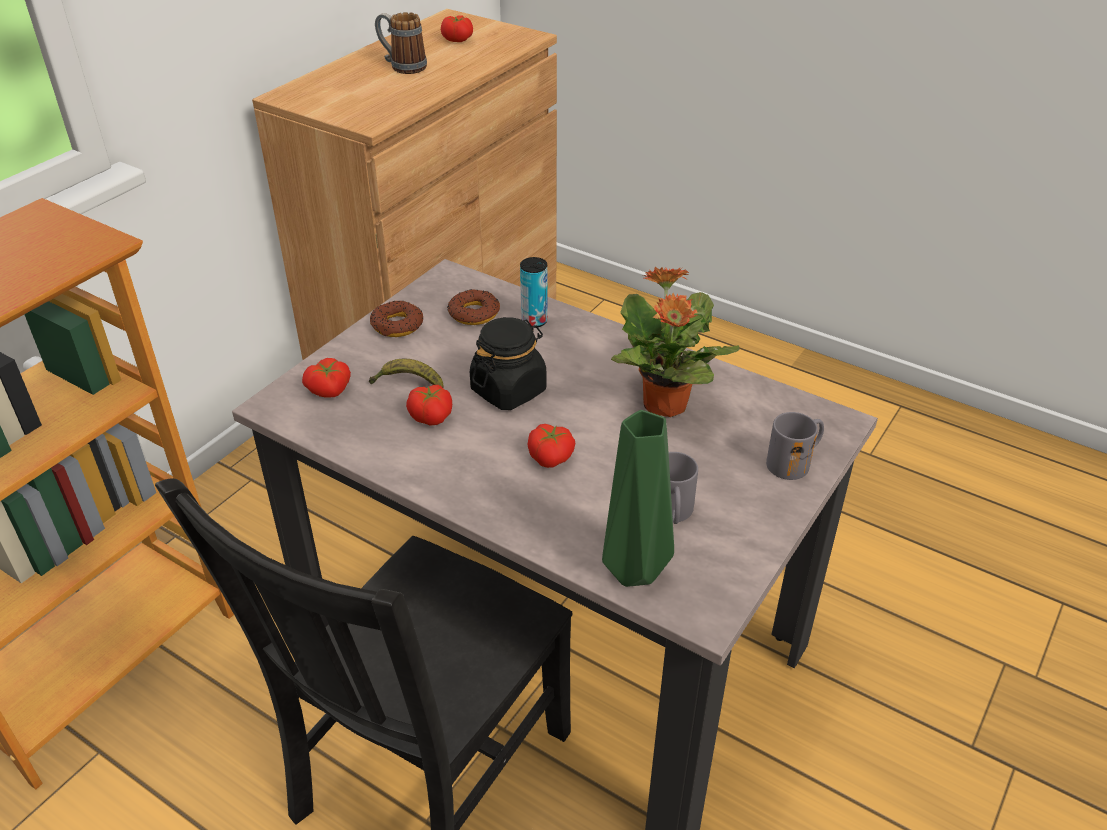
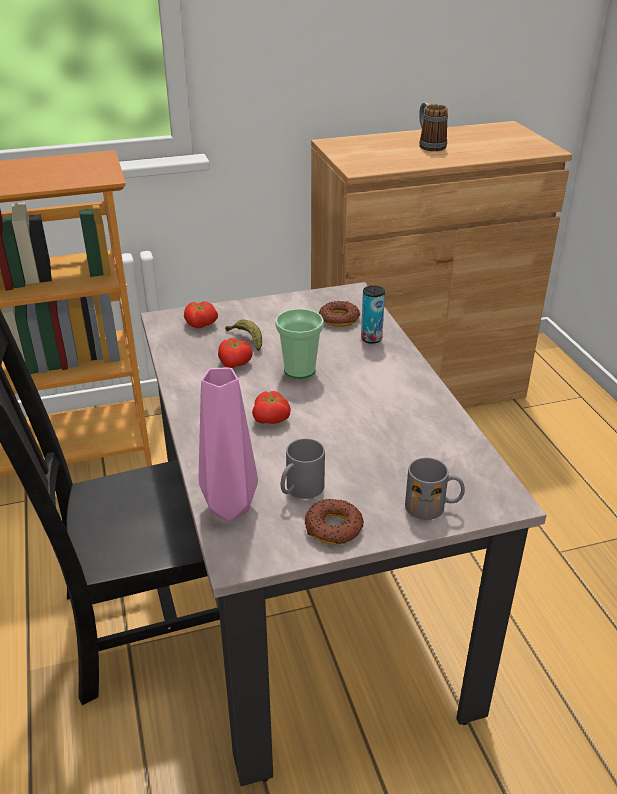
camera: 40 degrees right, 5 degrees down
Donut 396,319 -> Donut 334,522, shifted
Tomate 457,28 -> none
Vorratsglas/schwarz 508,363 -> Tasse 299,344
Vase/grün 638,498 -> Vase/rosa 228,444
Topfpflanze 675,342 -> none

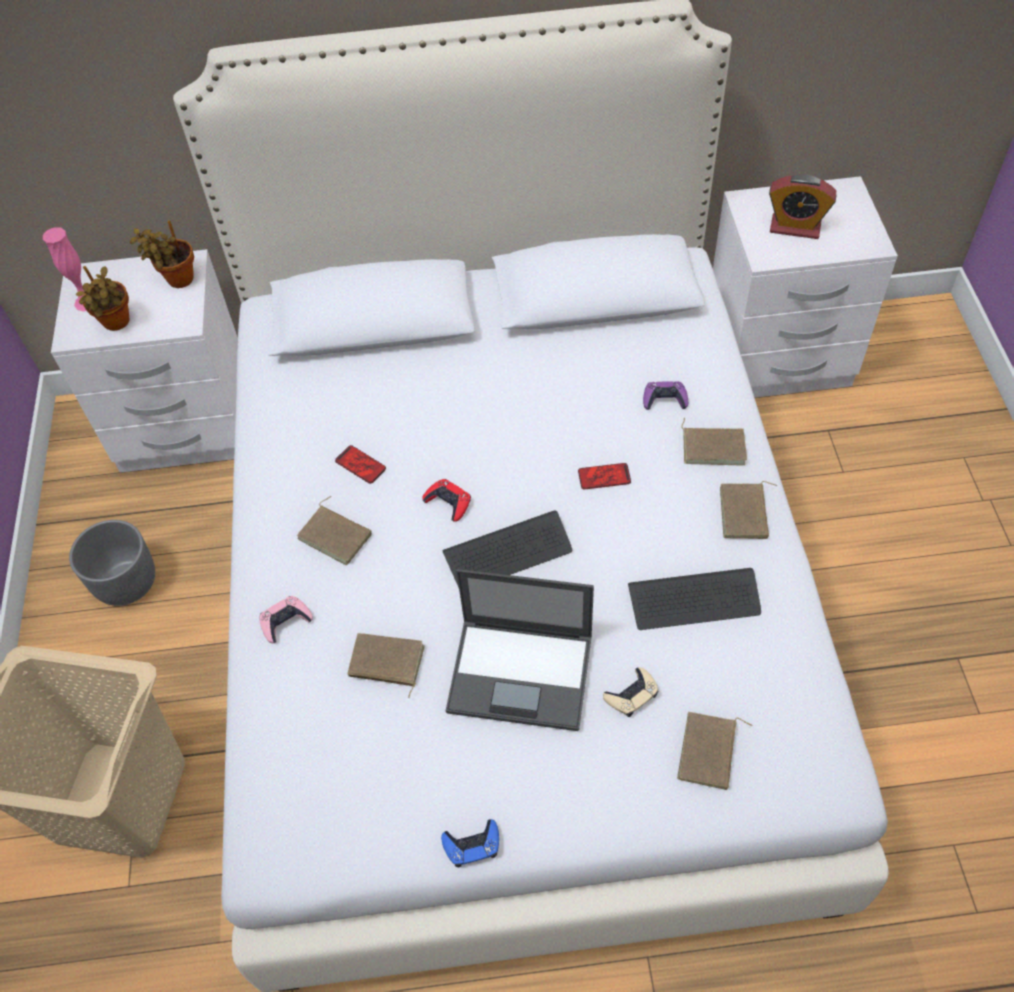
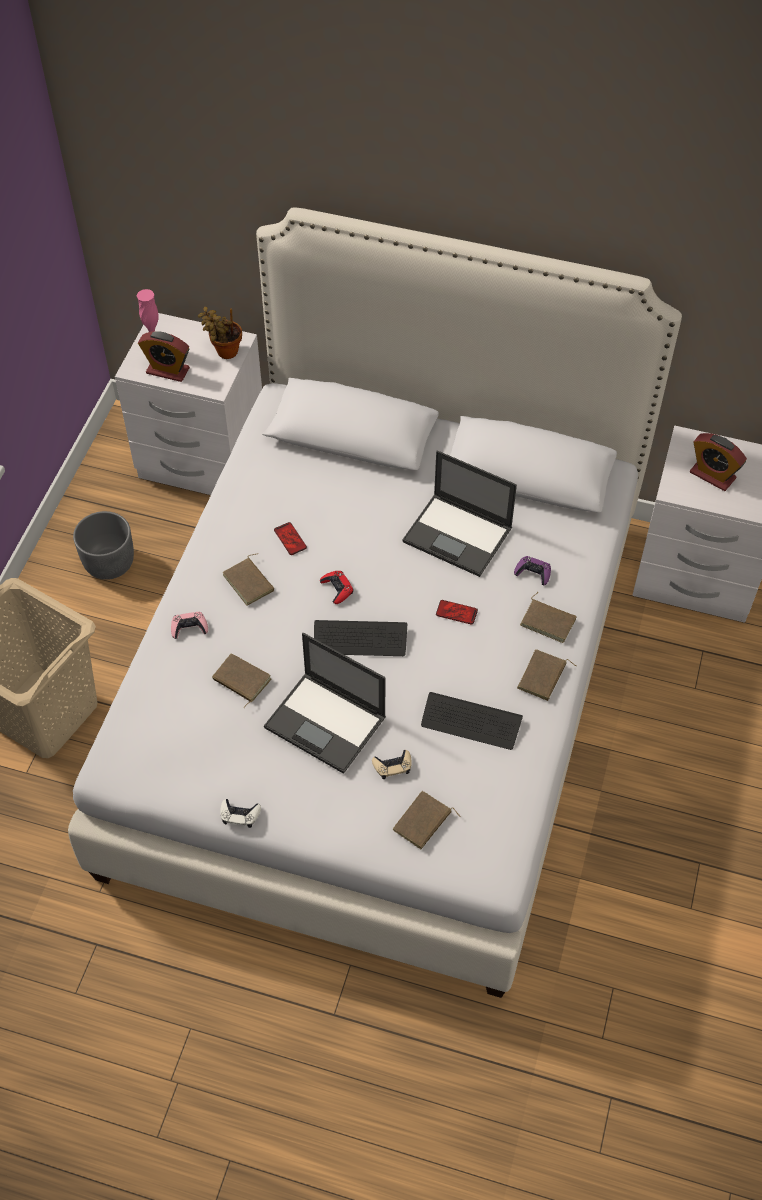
camera: 20 degrees right, 0 degrees up
Topfpflanze 102,298 -> Wecker 164,356
Gamepad/blau 470,843 -> Gamepad/weiß 240,813
none -> Laptop 459,513

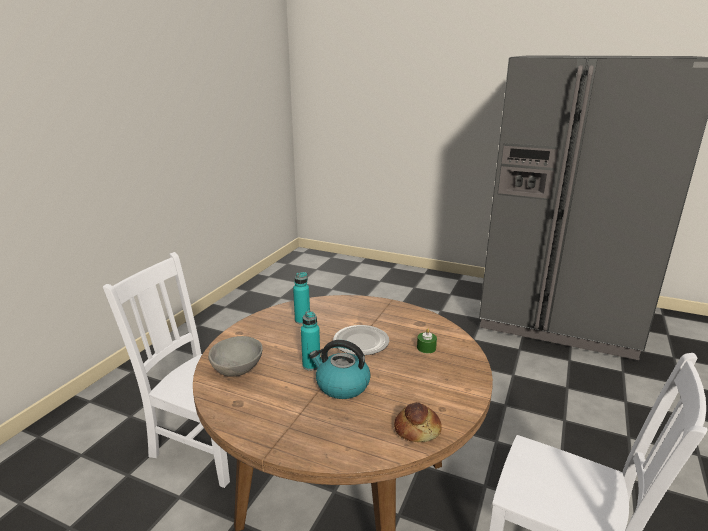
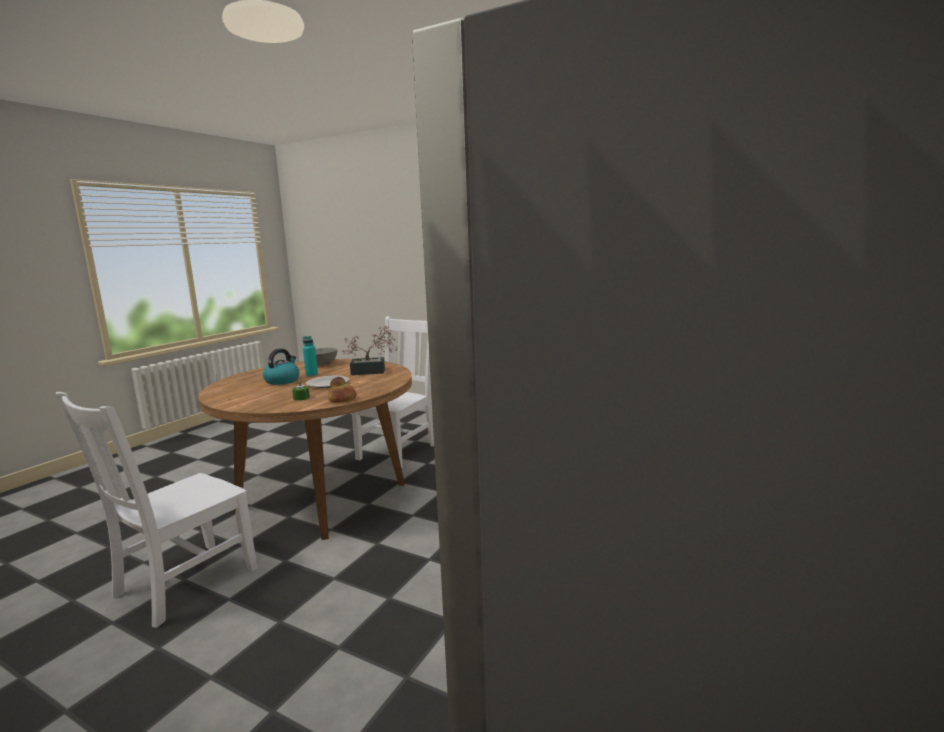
camera: 95 degrees right, 10 degrees down
Flasche/türkis 301,298 -> Topfpflanze 368,350
Brot 418,422 -> Brot 342,390, shifted

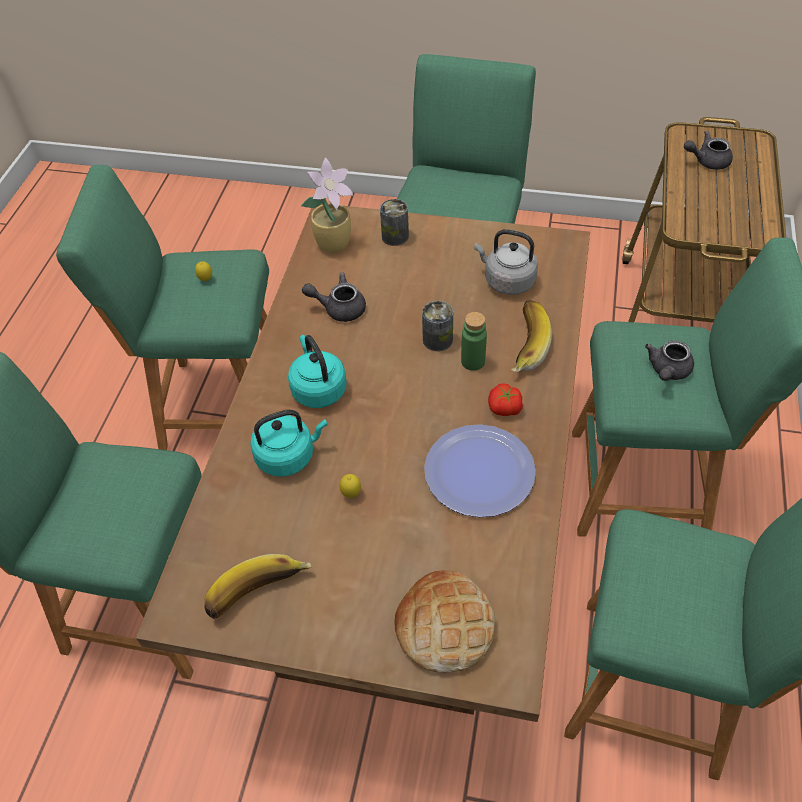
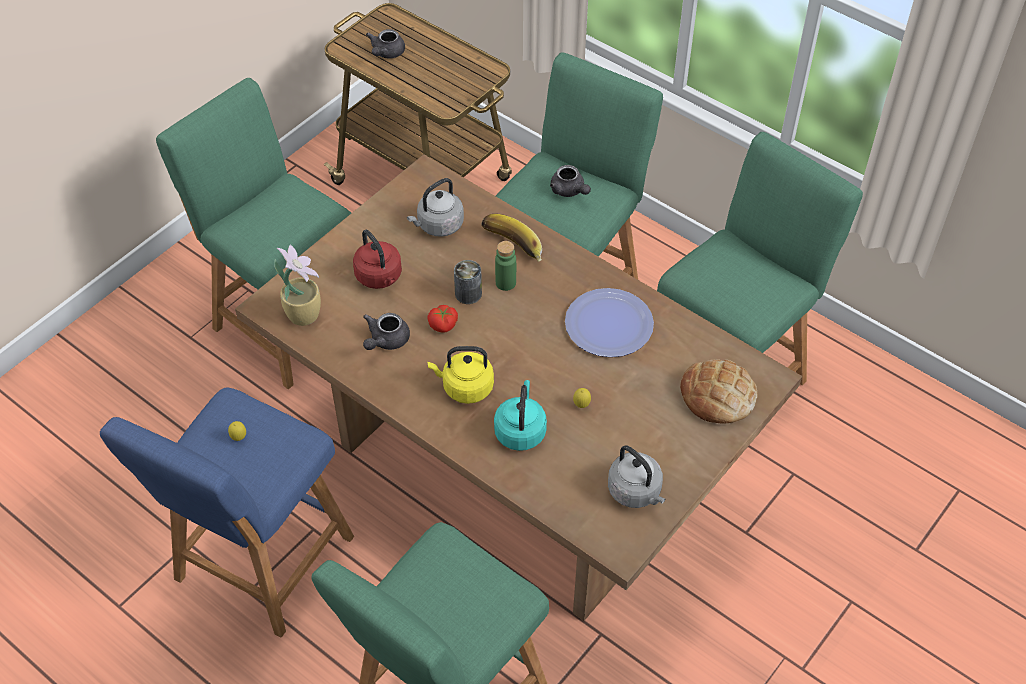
camera: 65 degrees left, 0 degrees up
Hocker/grün 162,307 -> Hocker/blau 227,512
Banane 258,586 -> Wasserkessel/grau 636,476
Wasserkessel/türkis 317,371 -> Wasserkessel/gelb 461,375
Dose 394,222 -> none
Tomate 505,399 -> Tomate 442,318, shifted
none -> Wasserkessel/rot 377,259

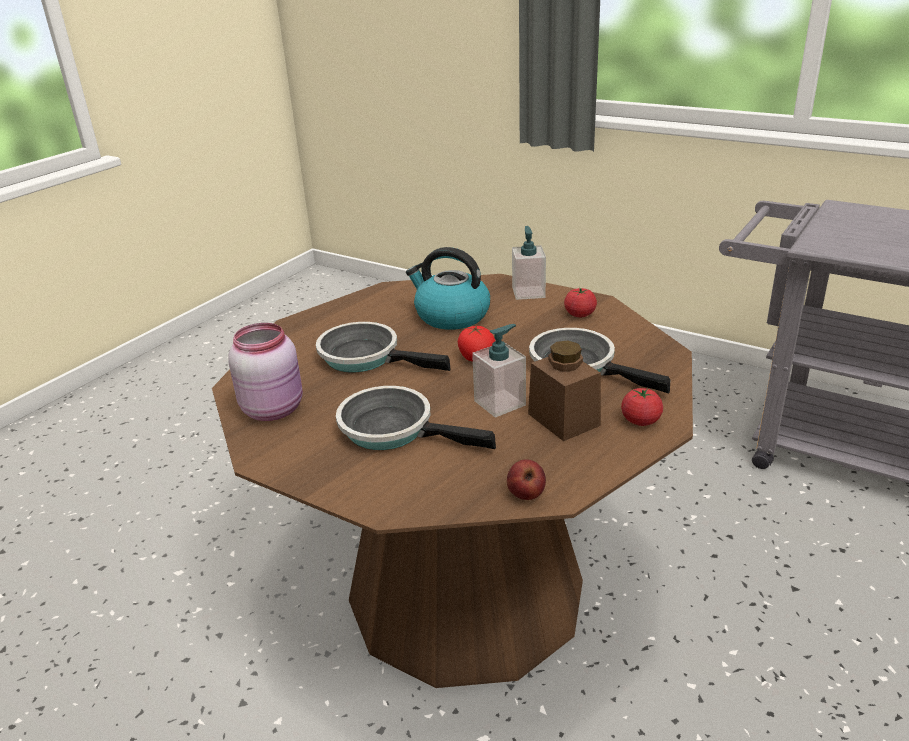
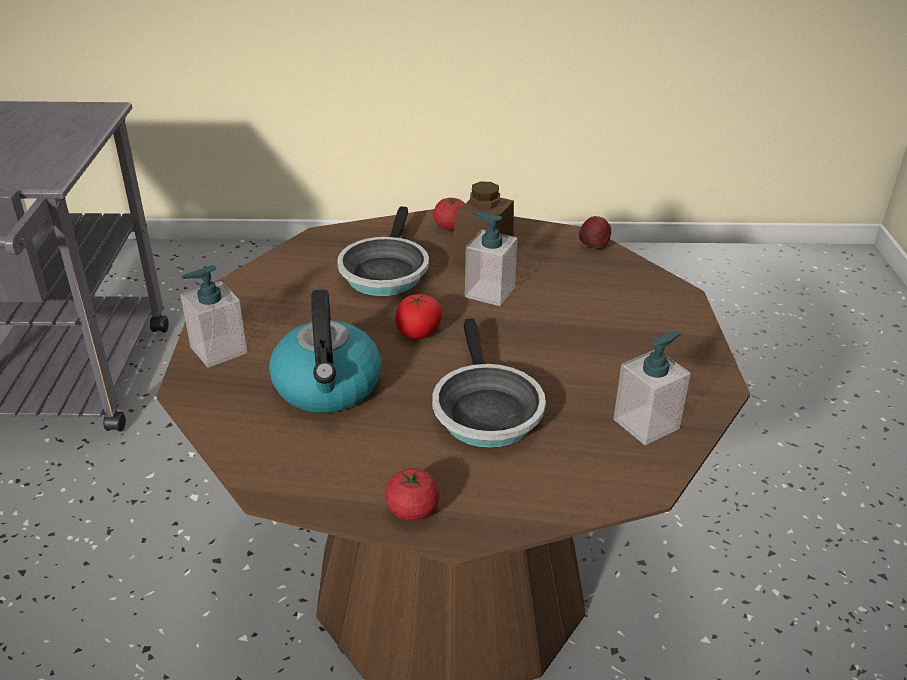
camera: 125 degrees left, 5 degrees up
Vorratsglas/rosa 265,372 -> Seifenspender 652,388
Pfanne 416,418 -> none
Tomate 580,302 -> Tomate 412,494, shifted

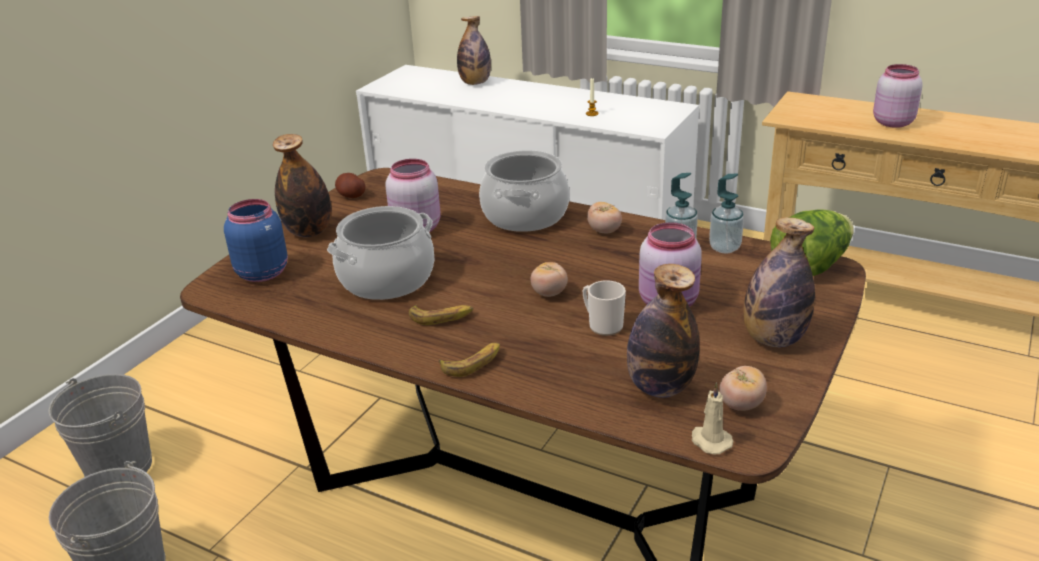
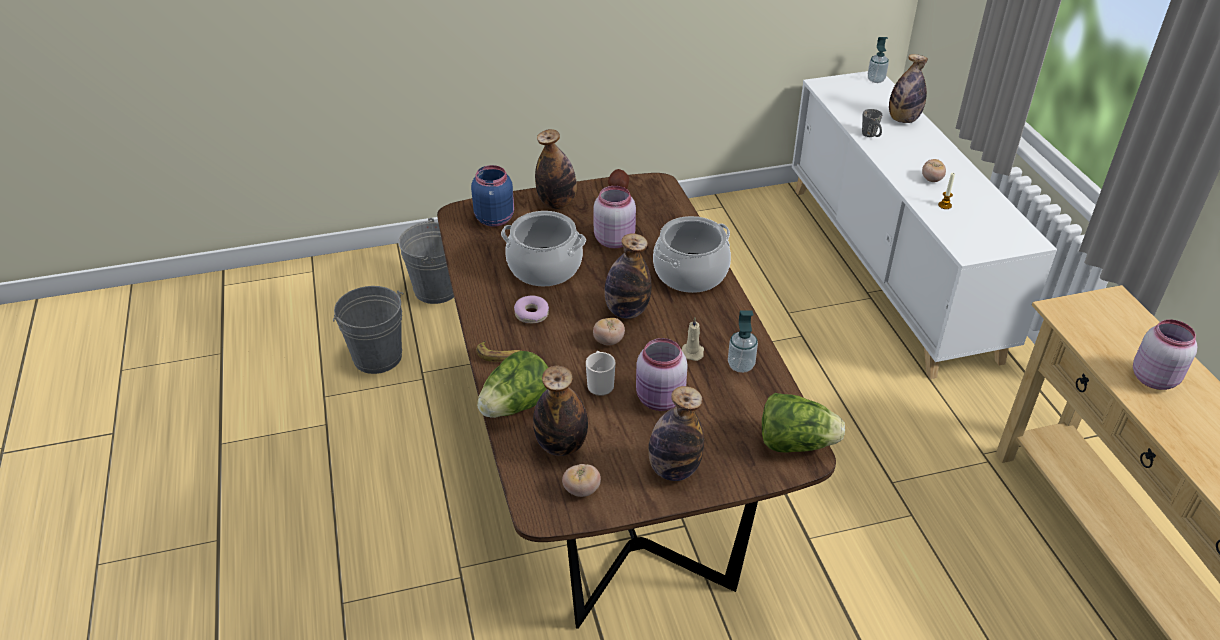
camera: 45 degrees right, 10 degrees up
Banane 441,315 -> Donut 531,309
Tomate 604,217 -> Tomate 934,170, shifted
Kerze/beige 712,418 -> Kerze/beige 692,339, shifted
Seifenspender 726,213 -> Seifenspender 878,60, shifted
none -> Salatkopf 513,384
none -> Flasche 627,276
none -> Henkelbecher/grau 872,123

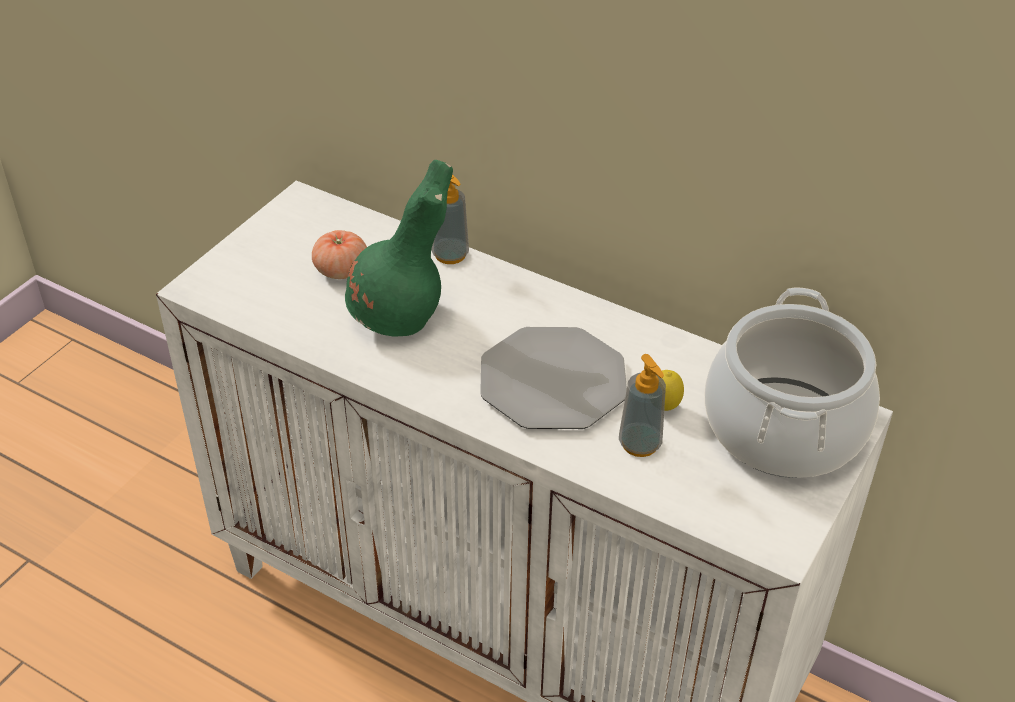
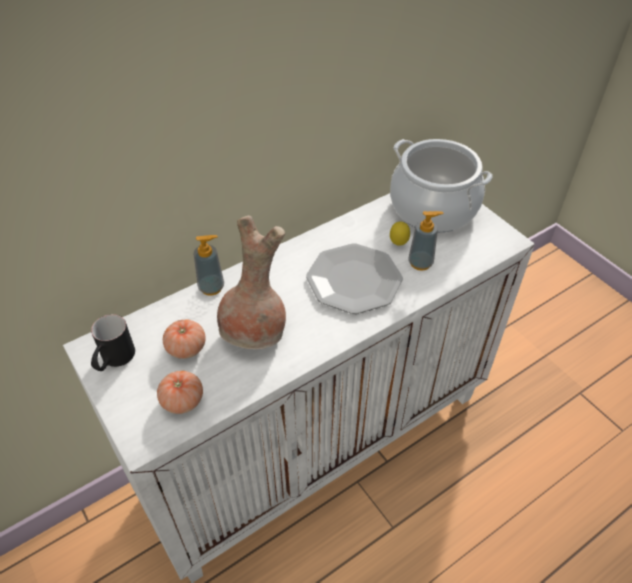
camera: 65 degrees left, 5 degrees up
Vase/grün 399,248 -> Vase/braun 251,282
none -> Henkelbecher/schwarz 113,342
none -> Tomate 180,392

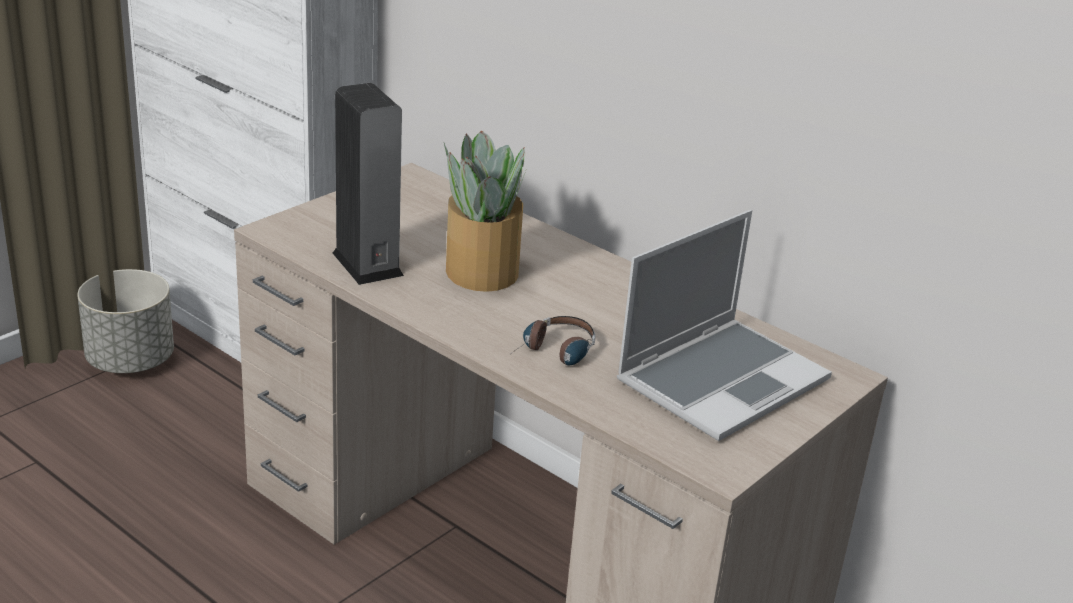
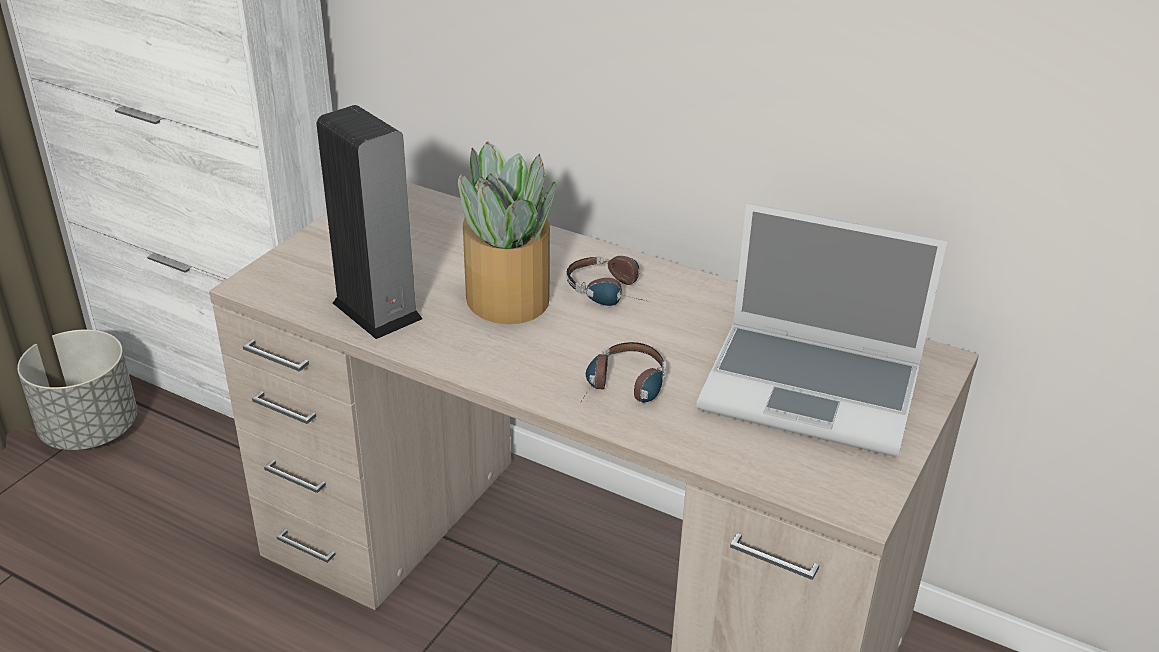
camera: 10 degrees left, 5 degrees up
Laptop 724,325 -> Laptop 821,329, 75 degrees clockwise
none -> Kopfhörer 609,281

